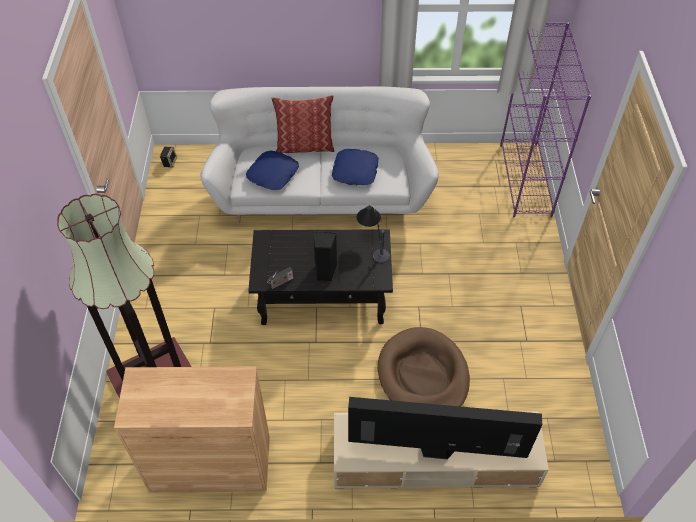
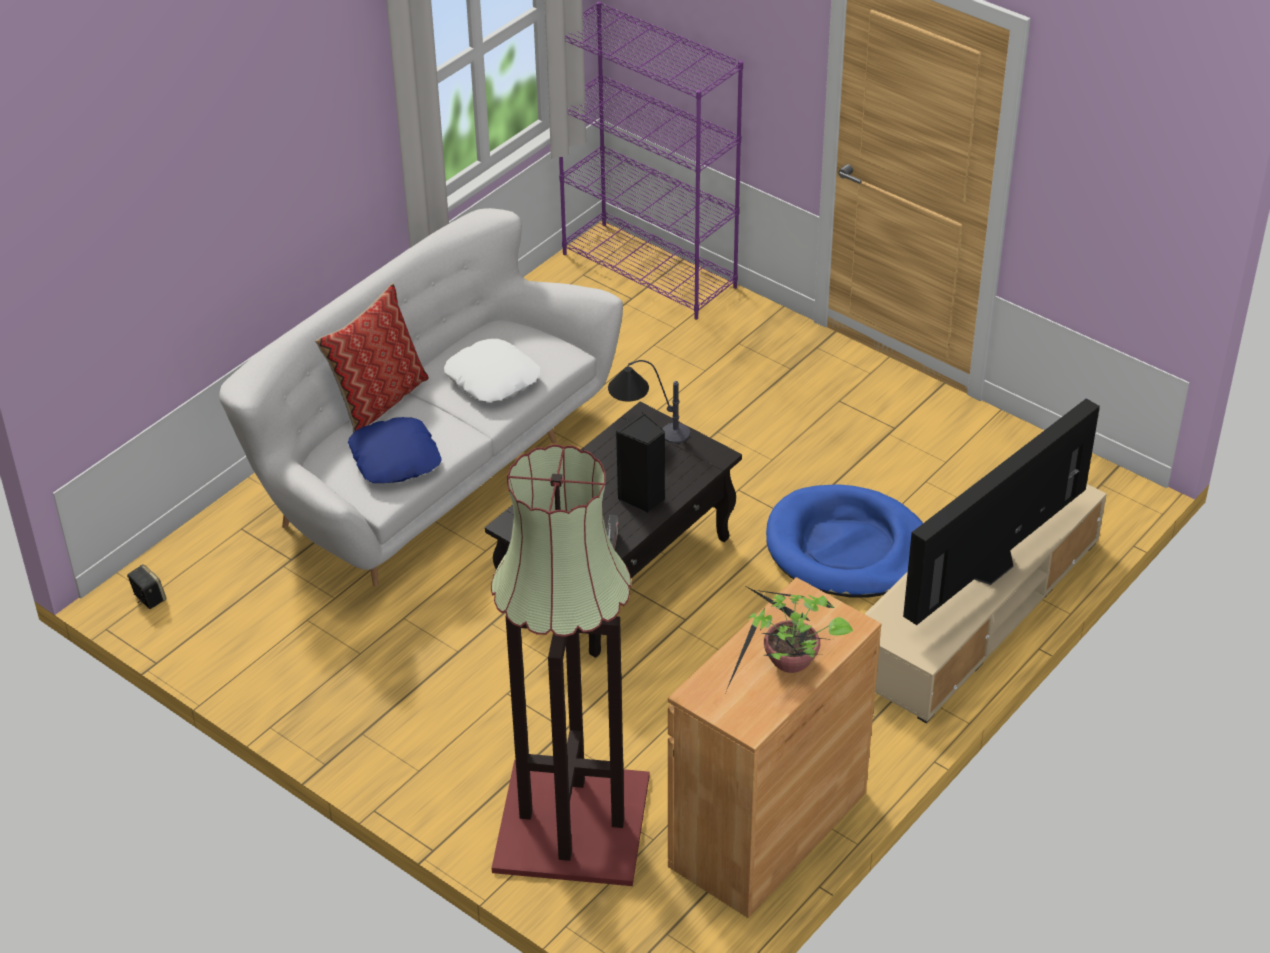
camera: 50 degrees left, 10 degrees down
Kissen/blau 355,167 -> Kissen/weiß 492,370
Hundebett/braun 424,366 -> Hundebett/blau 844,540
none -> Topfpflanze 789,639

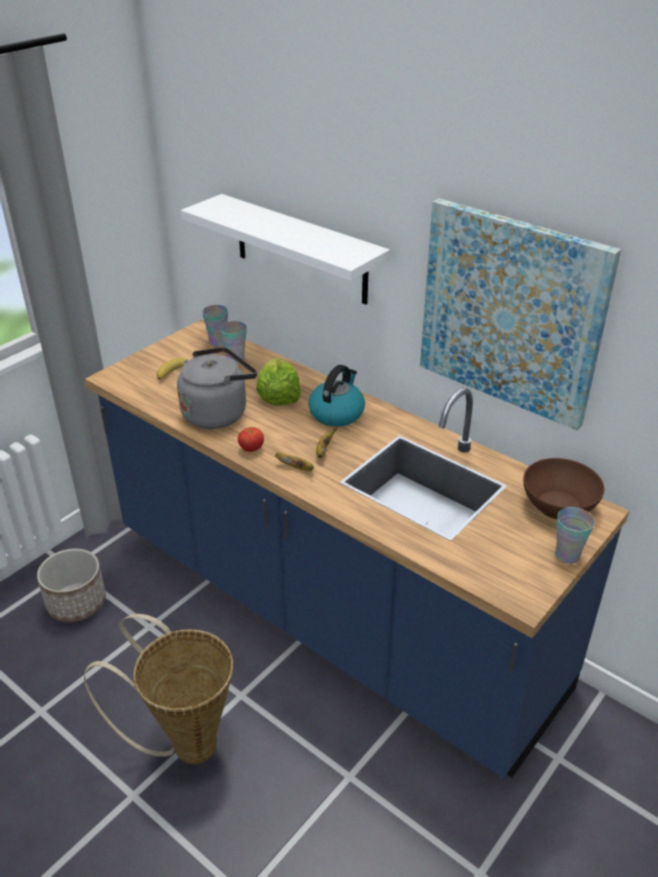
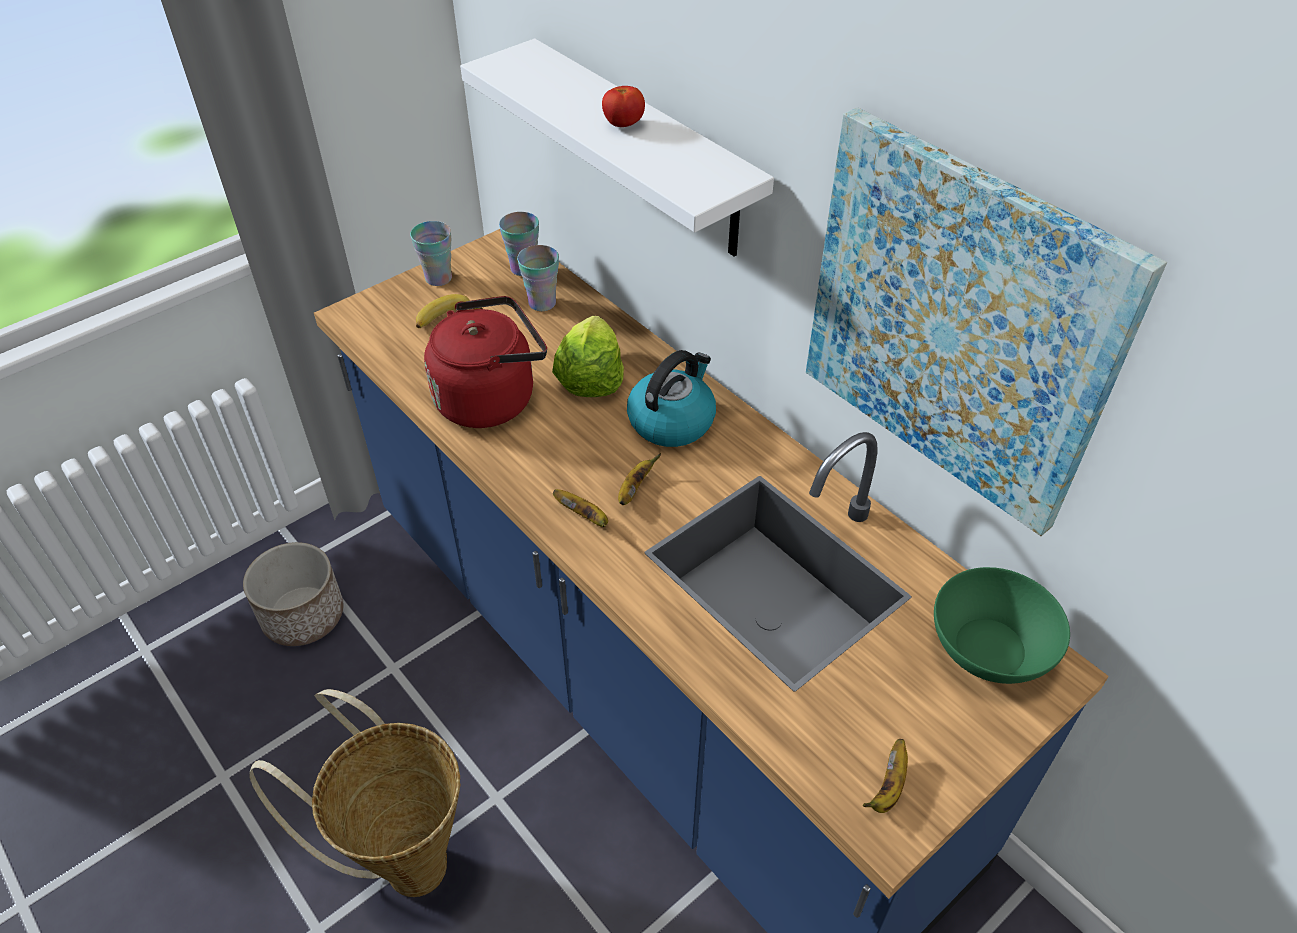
camera: 10 degrees right, 10 degrees up
Wasserkessel/grau 217,388 -> Wasserkessel/rot 485,362
Tomate 251,439 -> Tomate 623,106, shifted
Schüssel/braun 563,488 -> Schüssel/grün 1002,625
Tasse 575,535 -> Tasse 431,253, shifted
none -> Banane 885,776

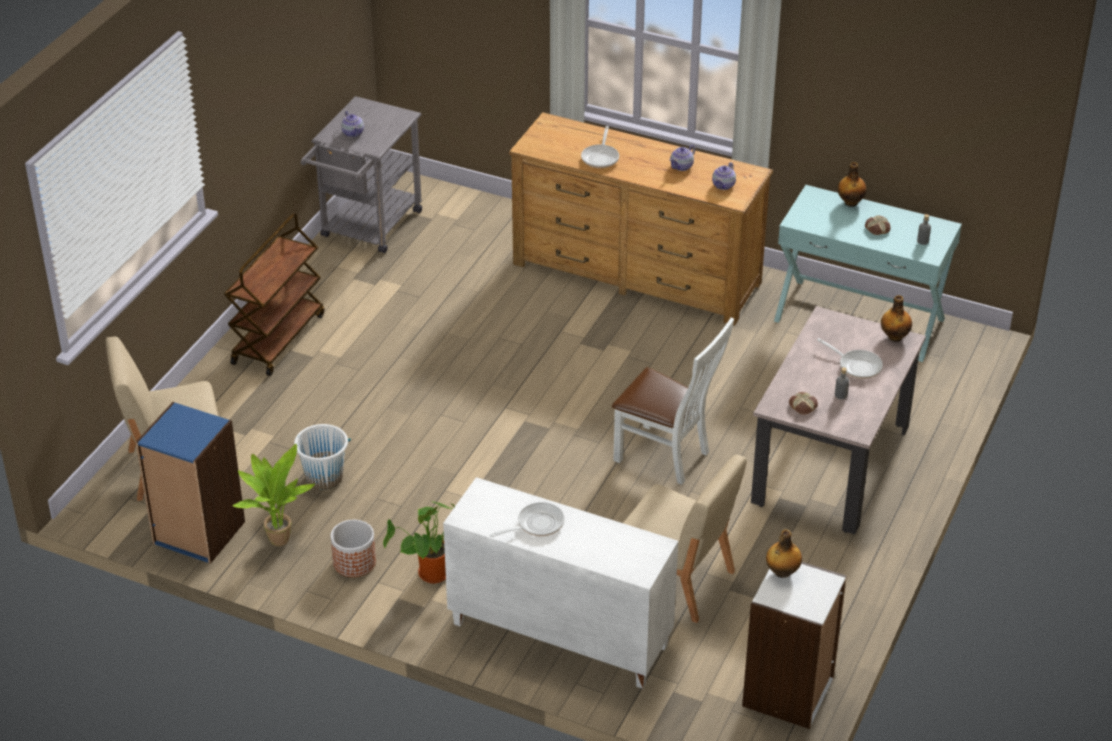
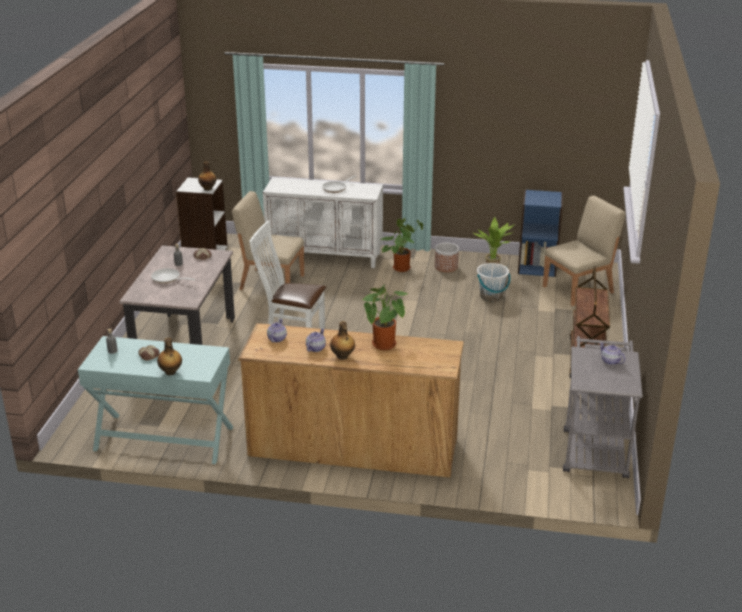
camera: 165 degrees right, 10 degrees down
Pfanne 600,147 -> Topfpflanze 385,317
Flasche 896,318 -> Flasche 342,340, shifted

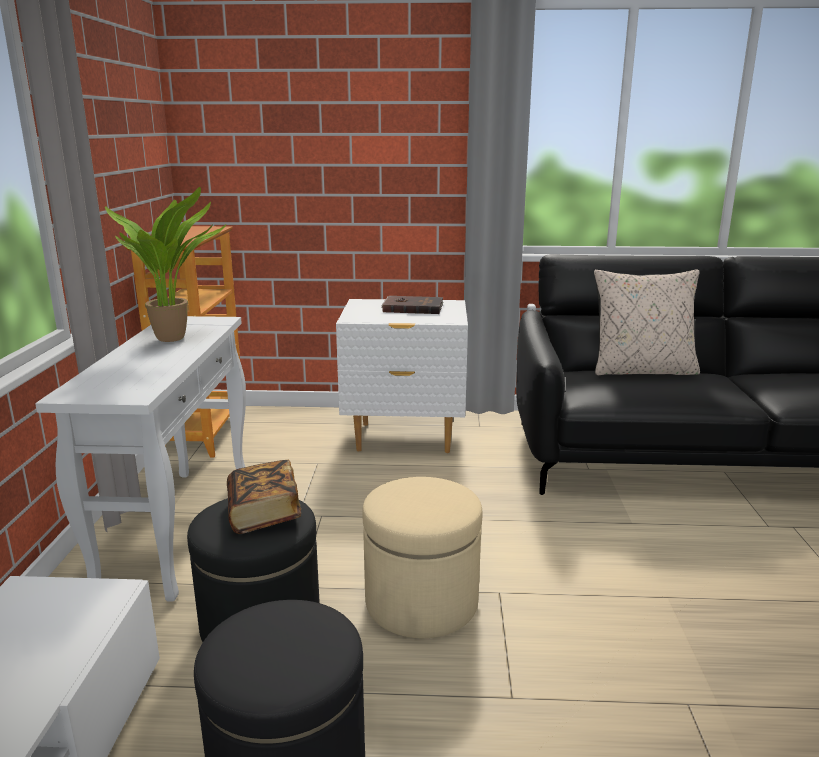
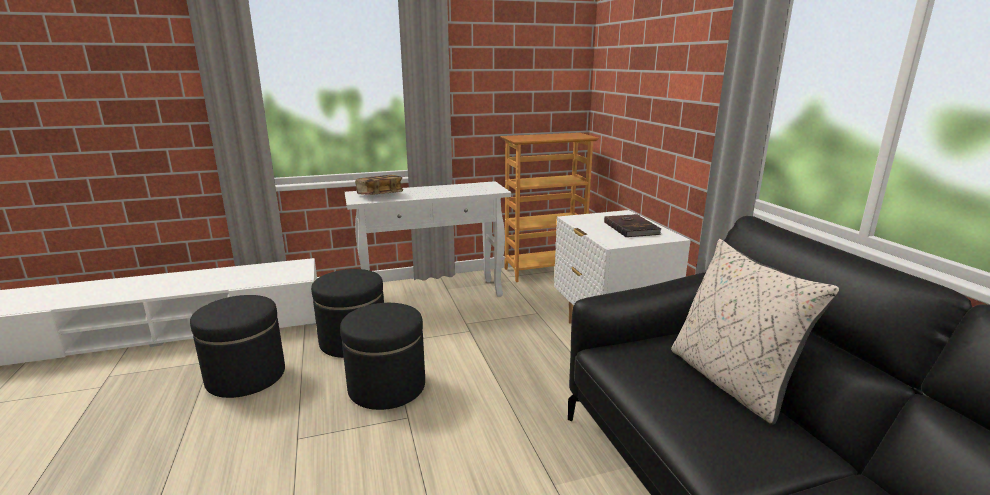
camera: 70 degrees right, 0 degrees up
Topfpflanze 165,264 -> none
Buch 264,497 -> Buch 379,185, shifted
Polsterhocker/beige 422,557 -> Polsterhocker/schwarz 382,356

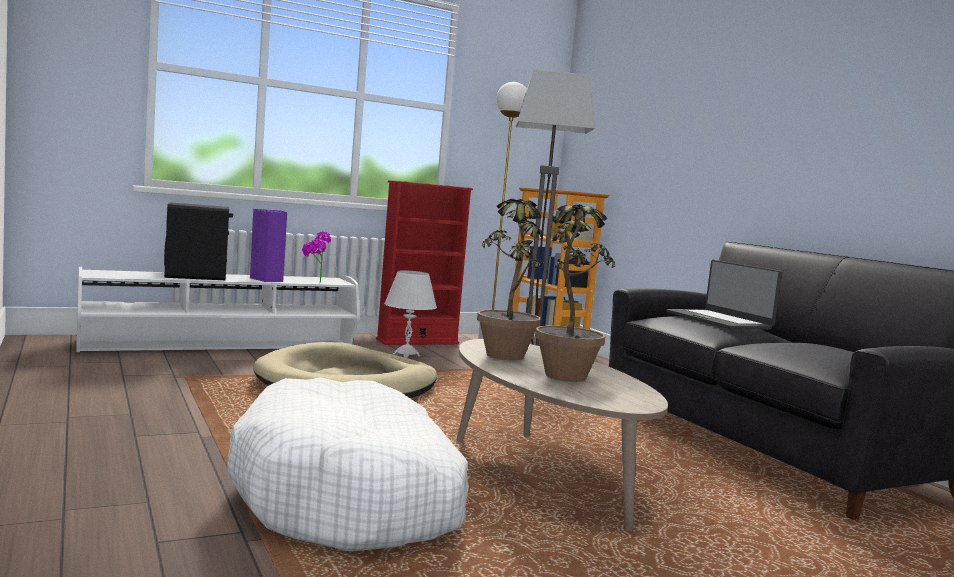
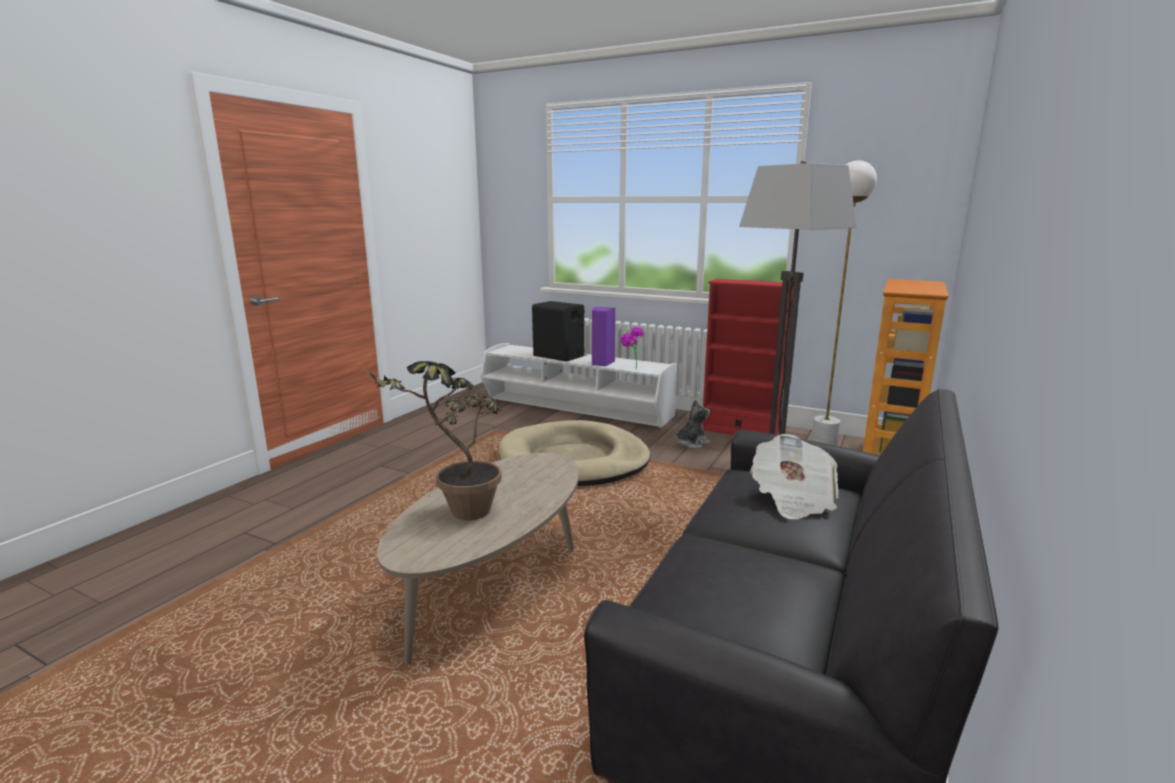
camera: 55 degrees right, 10 degrees up
Hundebett/weiß 348,464 -> none
Tischlampe/weiß 410,314 -> Plüschtier 692,424
Topfpflanze 510,280 -> none
Laptop 724,295 -> Zeitung 794,476

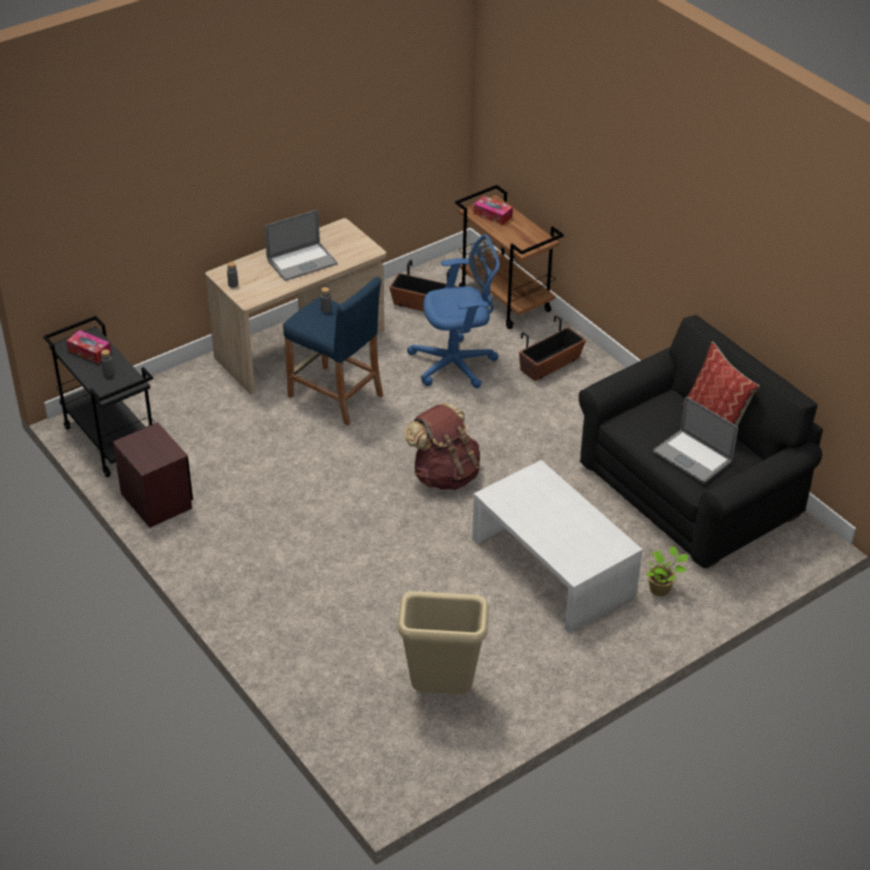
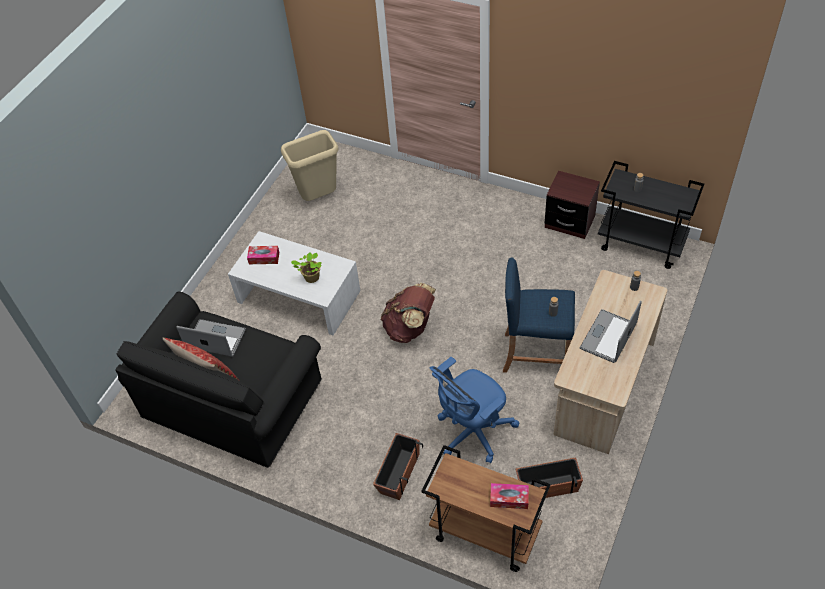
camera: 155 degrees right, 10 degrees up
Taschentuchbox 88,347 -> Taschentuchbox 263,255, shifted
Topfpflanze 667,571 -> Topfpflanze 306,267, shifted

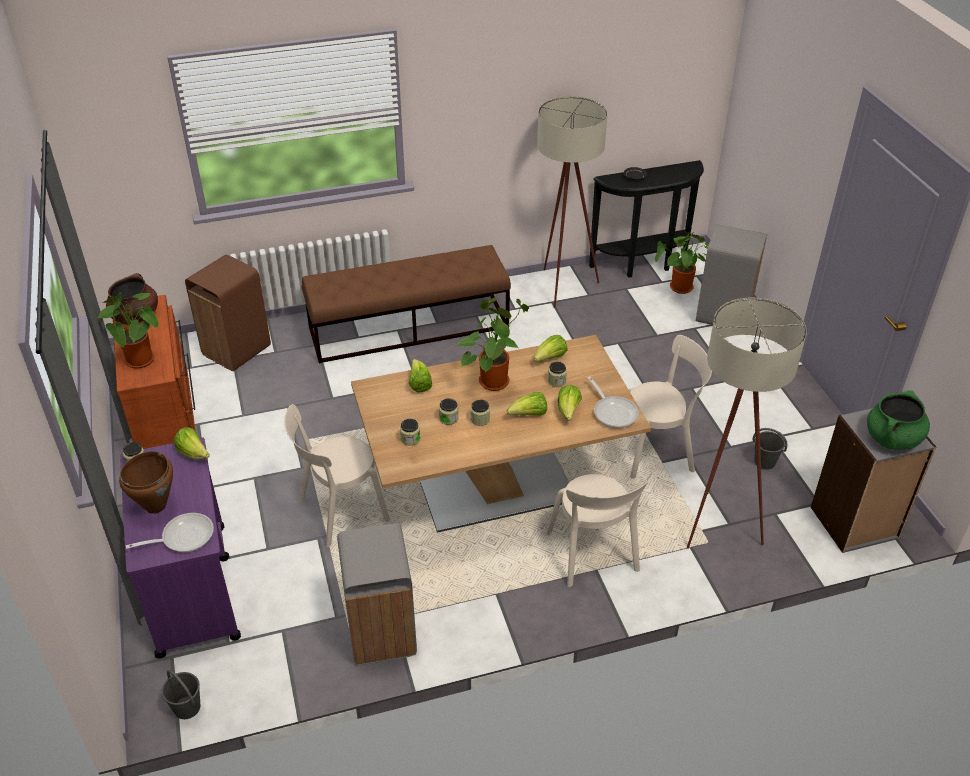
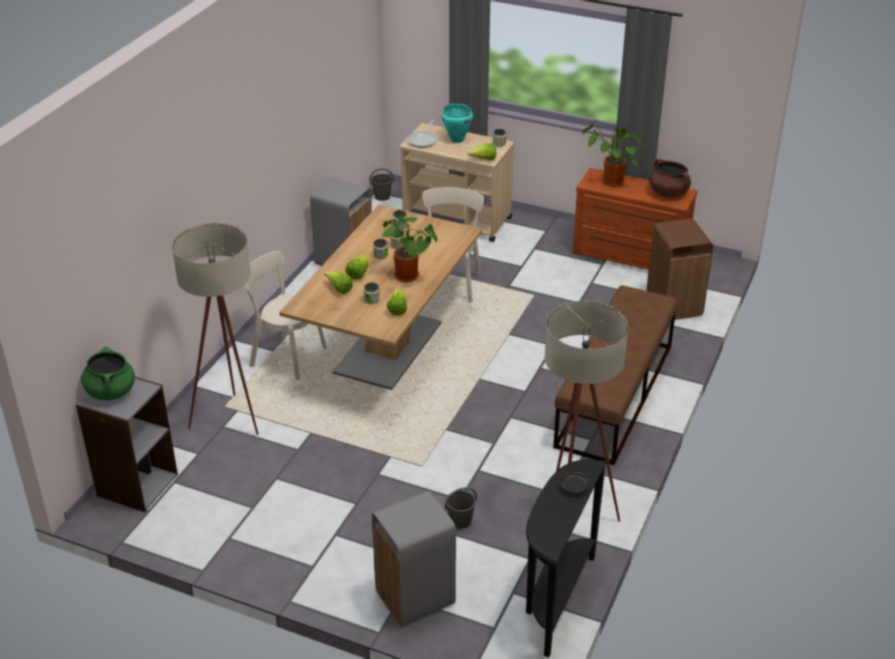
camera: 130 degrees right, 5 degrees down
Kochtopf/braun 146,482 -> Kochtopf/türkis 457,123
Rollwagen/lila 180,548 -> Rollwagen/beige 457,182
Salatkopf 420,375 -> none
Pfanne 613,402 -> none
Stuhl/beige 670,407 -> none
Topfpflanze 682,263 -> none
Eimer/grau 770,448 -> Eimer/grau 461,508, shifted

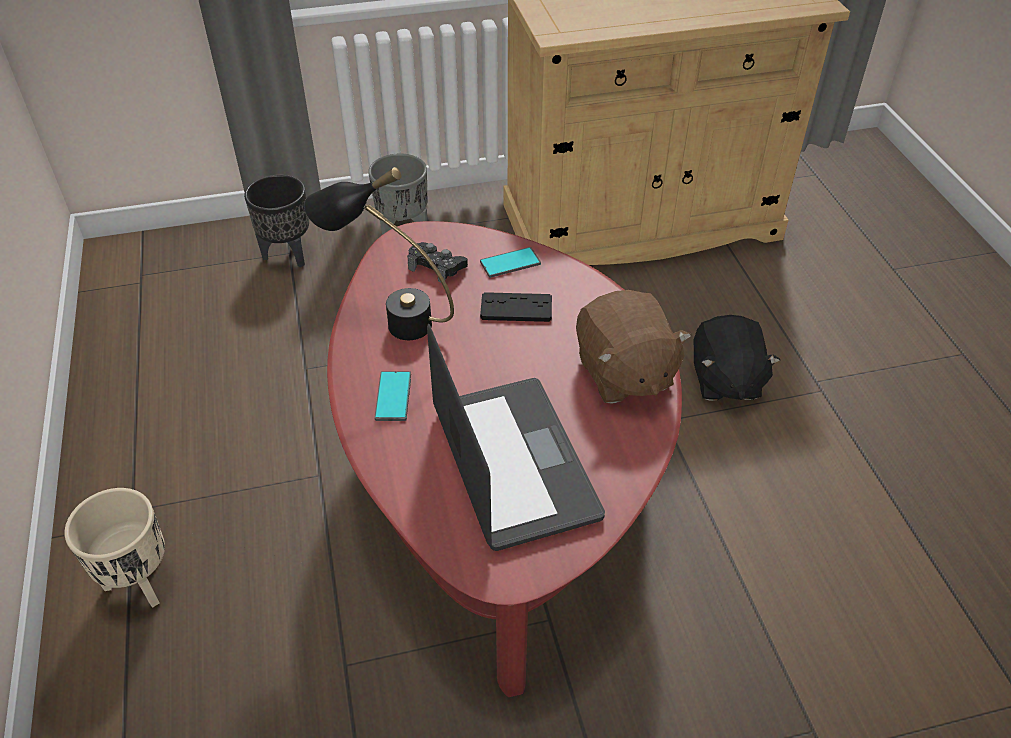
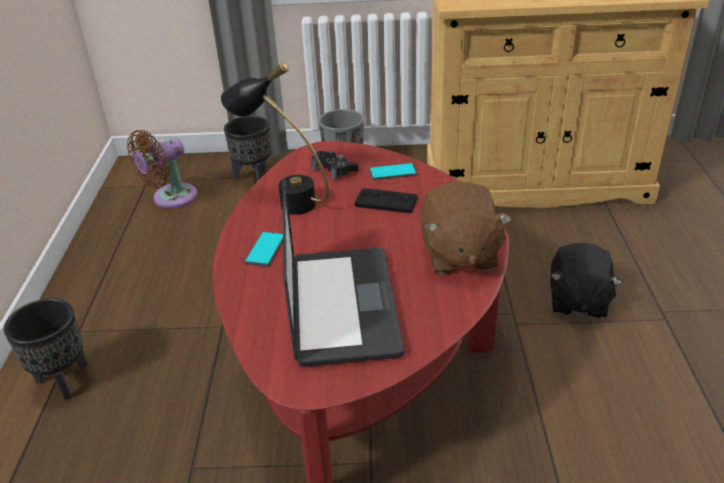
camera: 15 degrees right, 10 degrees down
Pflanzkübel/beige 115,548 -> Pflanzkübel/schwarz 45,349
none -> Ventilator/braun 162,169

